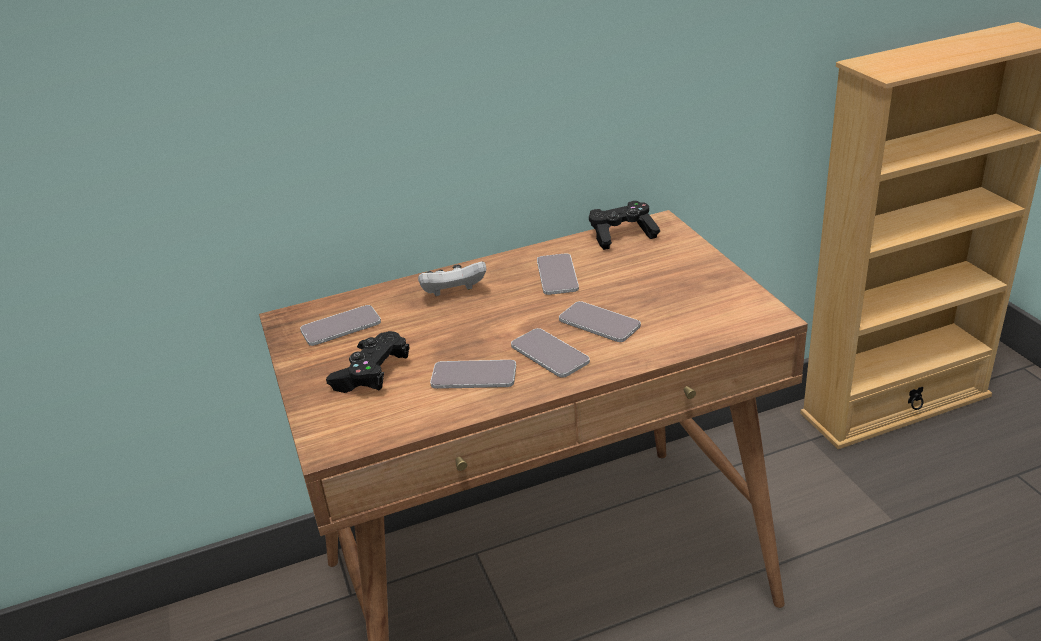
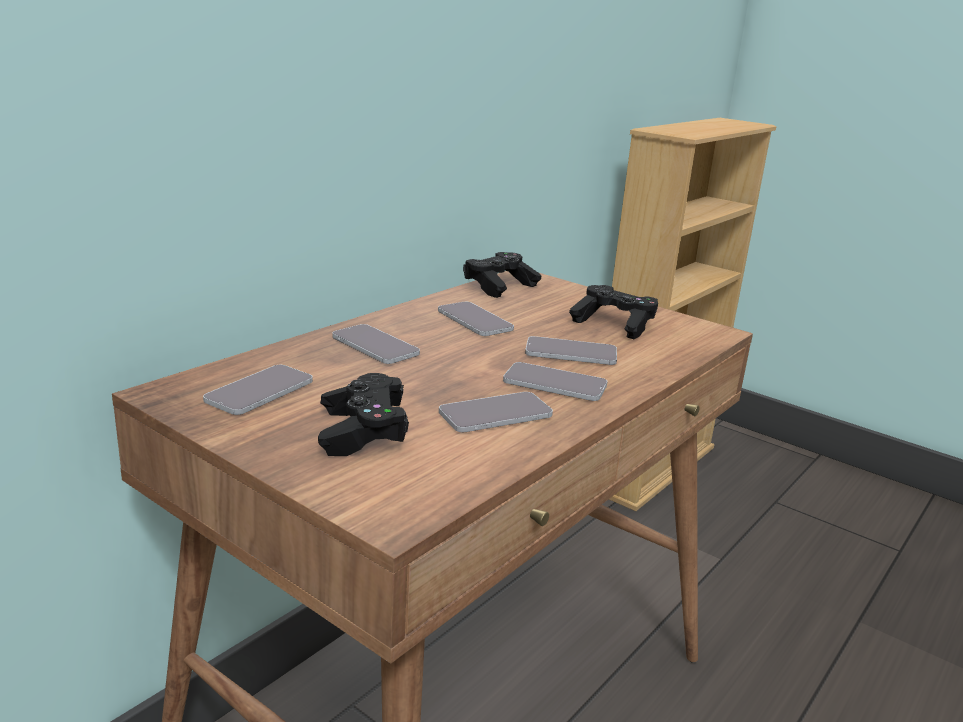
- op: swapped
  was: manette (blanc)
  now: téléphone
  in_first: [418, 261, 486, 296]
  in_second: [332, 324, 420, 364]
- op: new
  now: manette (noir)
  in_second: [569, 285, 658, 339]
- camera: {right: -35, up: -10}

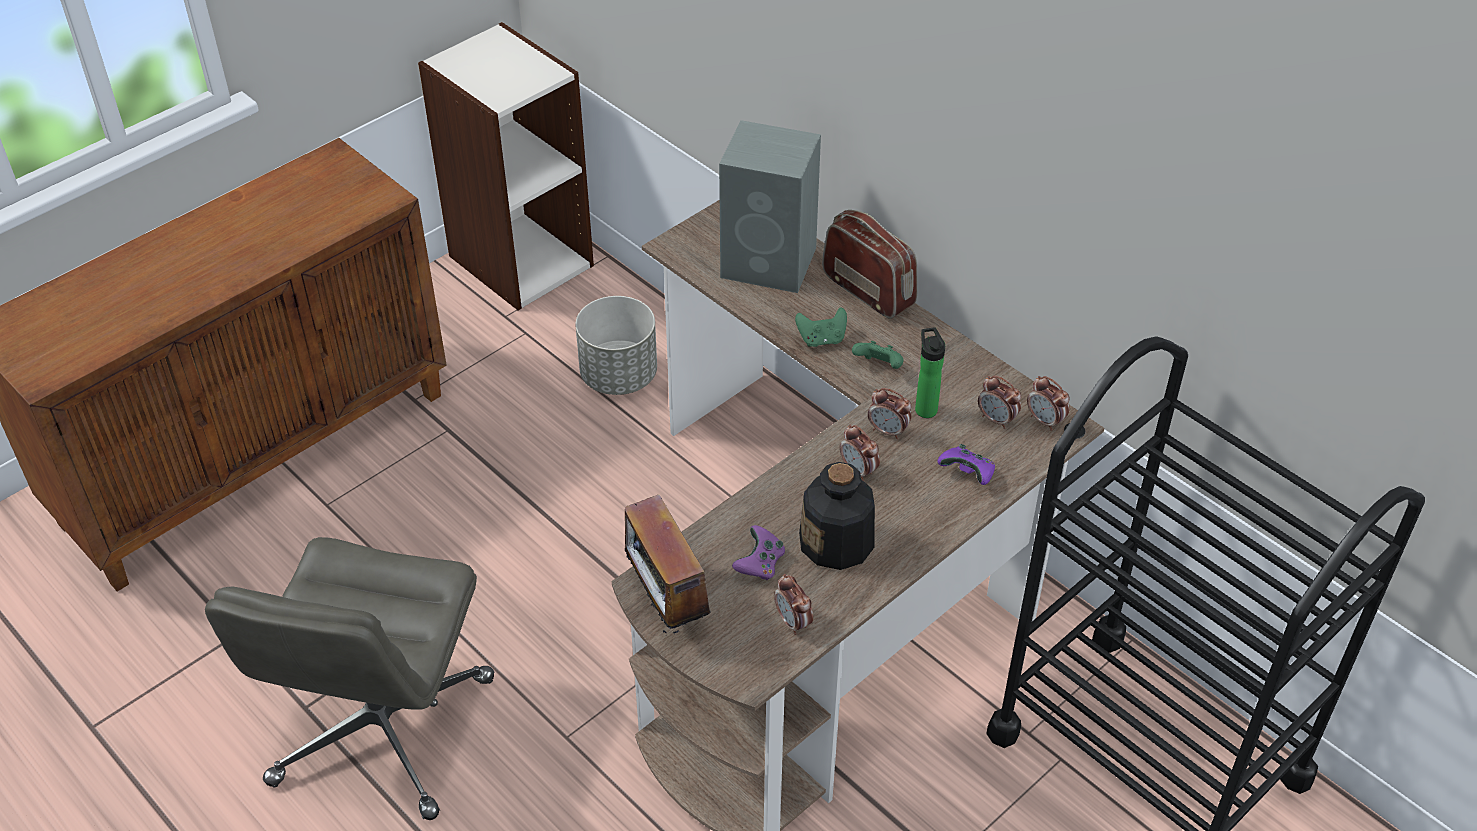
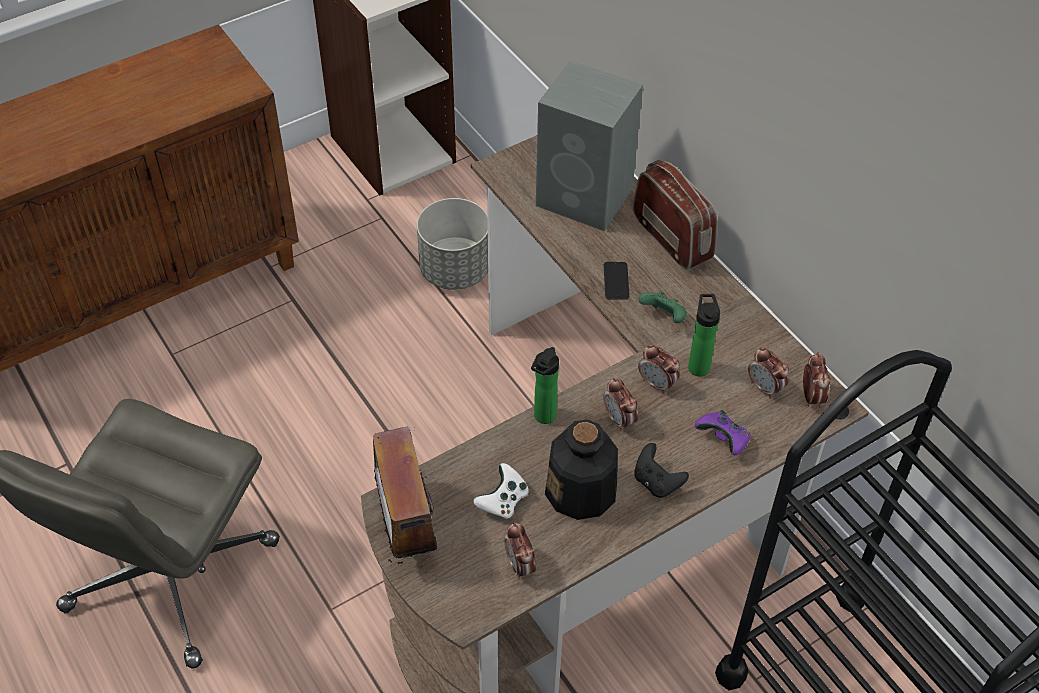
- op: repainted
  was: manette (violet)
  now: manette (blanc)
  in_first: [732, 525, 785, 580]
  in_second: [473, 463, 529, 519]
- op: new
  now: bouteille
  in_second: [531, 347, 559, 424]
- op: swapped
  was: manette (vert)
  now: téléphone
  in_first: [795, 307, 847, 347]
  in_second: [604, 262, 629, 300]
- op: new
  now: manette (noir)
  in_second: [634, 443, 689, 498]
- op: rotated
  was: réveil
  in_first: [1027, 376, 1070, 431]
  in_second: [803, 352, 830, 407]
  clockwise: -150
- camera: {right: 10, up: 5}

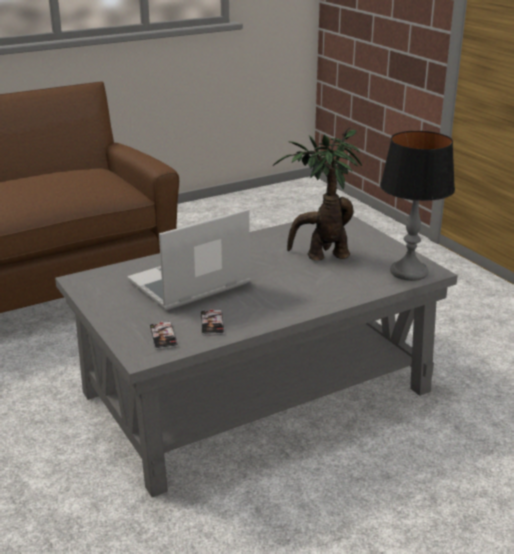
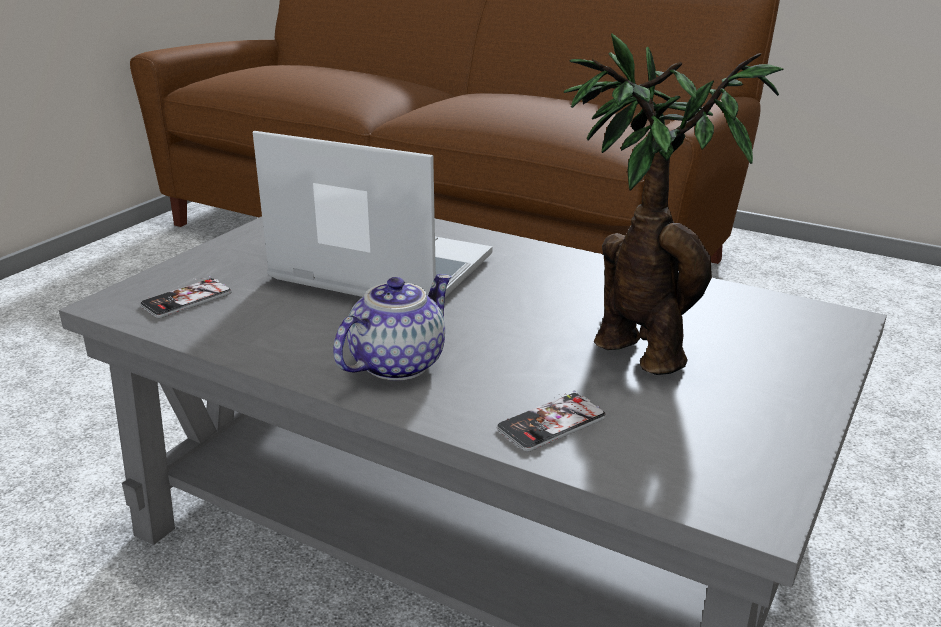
- op: new
  now: théière
  in_second: [333, 274, 452, 380]
- op: shifted
  was: téléphone
  in_first: [200, 309, 225, 336]
  in_second: [497, 390, 606, 452]
- op: gone
  was: lampe de table
  in_first: [380, 131, 455, 281]
- camera: {right: 60, up: 0}

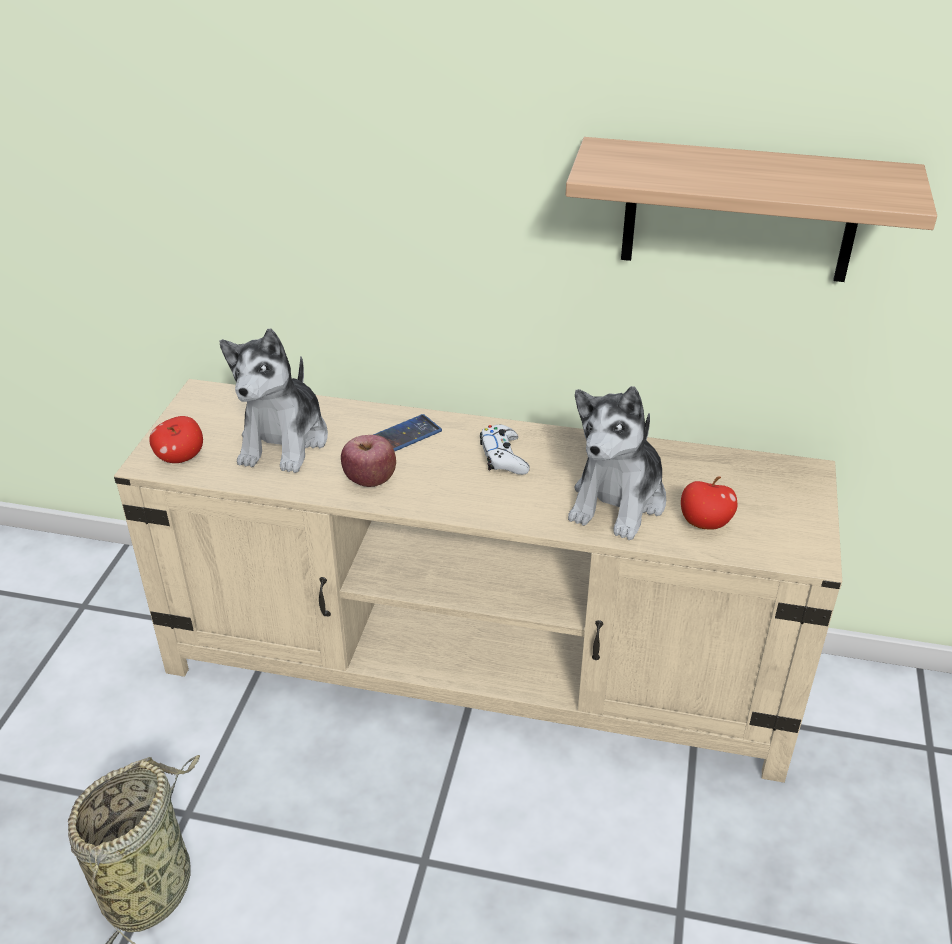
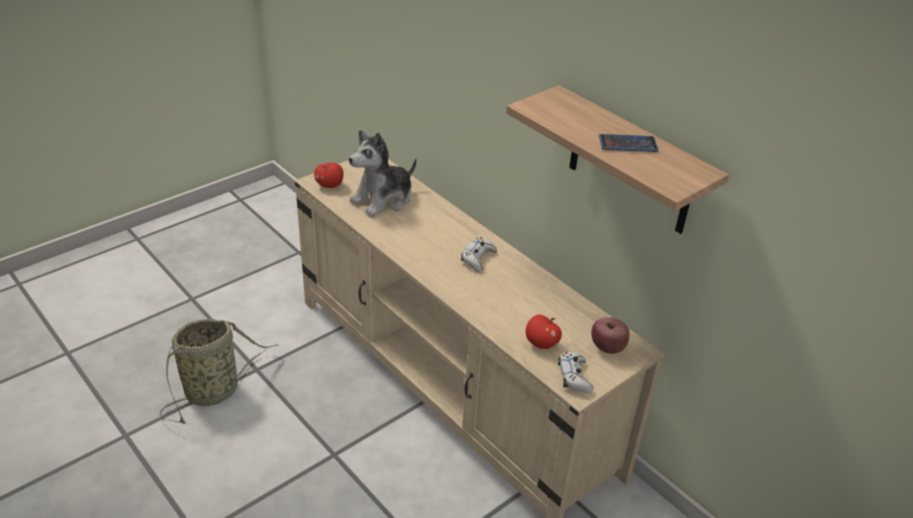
- op: new
  now: manette (blanc)
  in_second: [558, 351, 594, 393]
- op: shifted
  was: pomme
  in_first: [341, 435, 396, 487]
  in_second: [591, 317, 629, 354]
- op: shifted
  was: téléphone
  in_first: [373, 414, 442, 452]
  in_second: [599, 134, 659, 152]
- op: gone
  was: peluche
  in_first: [568, 386, 666, 540]
- camera: {right: 35, up: 0}

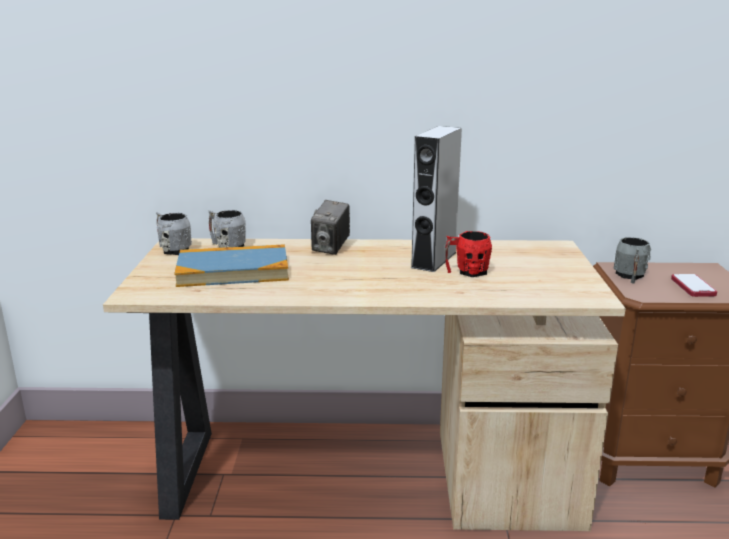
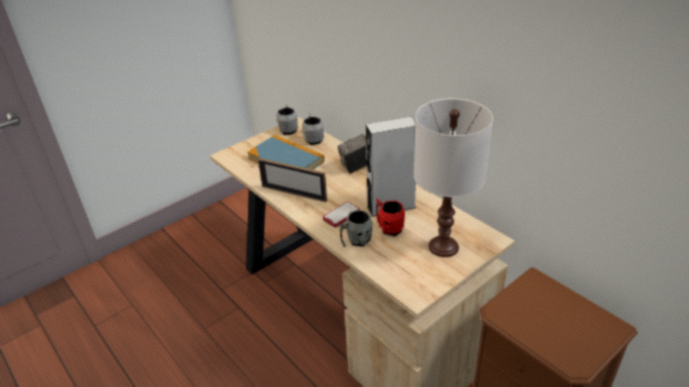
- op: new
  now: cadre photo
  in_second: [258, 158, 327, 202]
- op: shifted
  was: téléphone
  in_first: [671, 274, 717, 297]
  in_second: [323, 202, 360, 227]
- op: shifted
  was: mug (gris)
  in_first: [614, 237, 651, 283]
  in_second: [340, 210, 373, 247]
- op: new
  now: lampe de table (blanc)
  in_second: [414, 98, 493, 257]
- camera: {right: 50, up: 15}

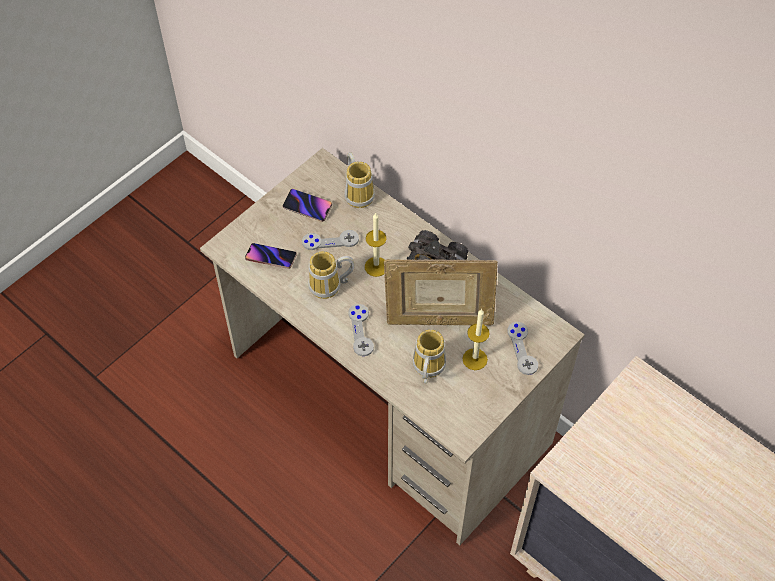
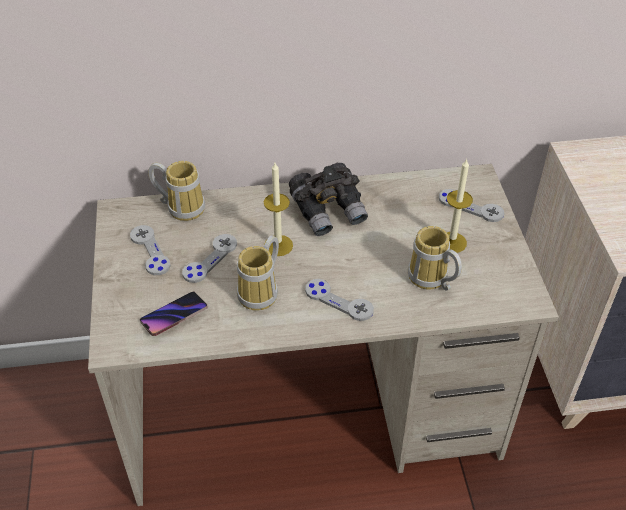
- op: swapped
  was: téléphone
  now: manette (gris)
  in_first: [283, 189, 332, 222]
  in_second: [130, 225, 171, 275]
- op: gone
  was: cadre photo
  in_first: [384, 259, 498, 326]
- camera: {right: -50, up: -10}

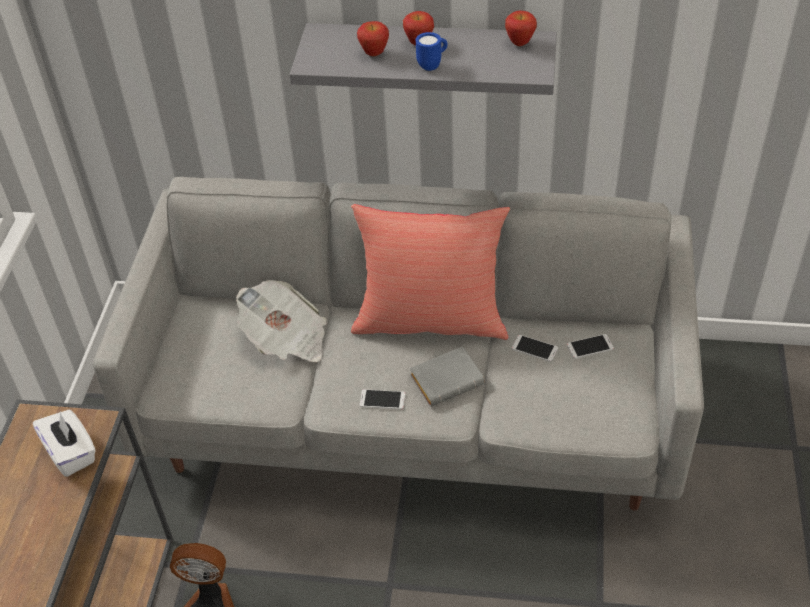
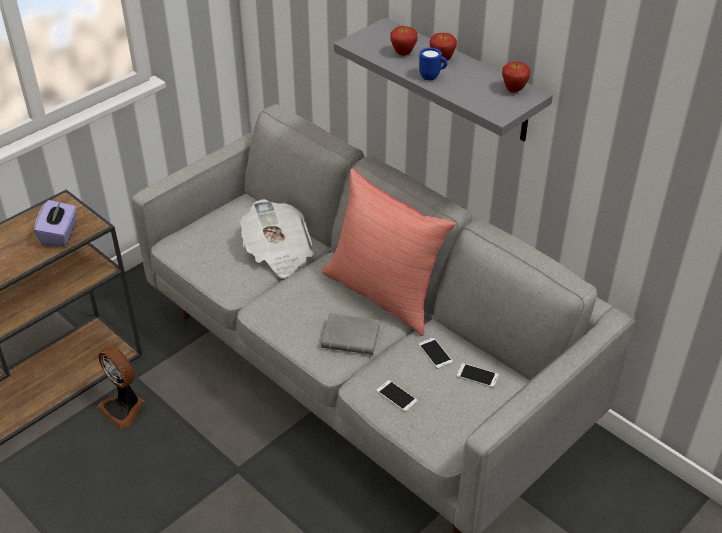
- op: repainted
  was: boîte à mouchoirs (blanc)
  now: boîte à mouchoirs (violet)
  in_first: [33, 410, 96, 477]
  in_second: [34, 200, 77, 246]
- op: shifted
  was: téléphone
  in_first: [360, 389, 406, 410]
  in_second: [376, 380, 418, 412]
- camera: {right: 35, up: -5}

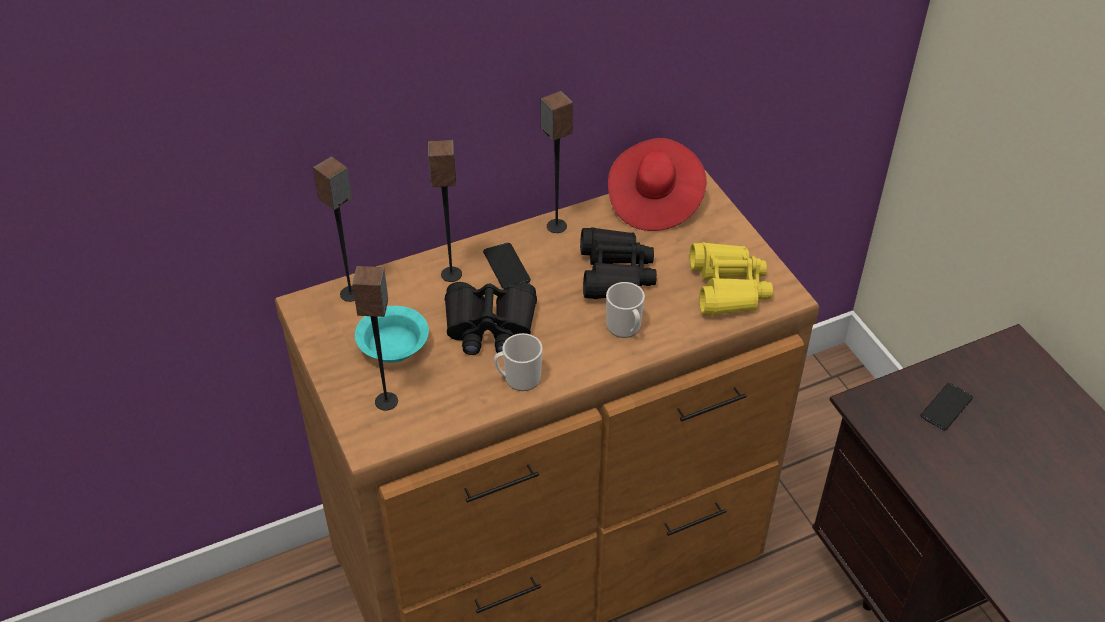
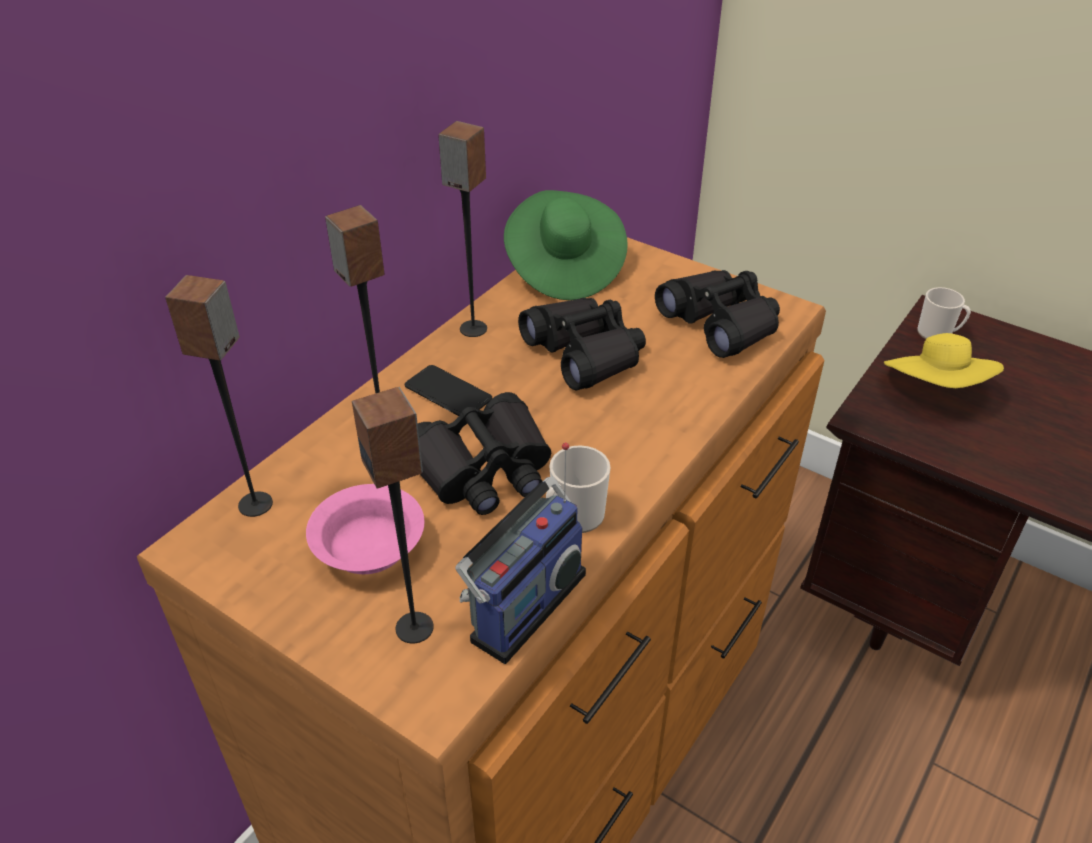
- op: repainted
  was: bol (turquoise)
  now: bol (rose)
  in_first: [355, 306, 429, 363]
  in_second: [306, 484, 424, 574]
- op: new
  now: radio
  in_second: [455, 442, 586, 664]
- op: repainted
  was: chapeau (rouge)
  now: chapeau (vert)
  in_first: [608, 138, 707, 231]
  in_second: [504, 190, 628, 300]
- op: repainted
  was: jumelles (jaune)
  now: jumelles (noir)
  in_first: [690, 242, 773, 315]
  in_second: [655, 270, 780, 358]
- op: swapped
  was: téléphone
  now: chapeau (jaune)
  in_first: [921, 383, 973, 430]
  in_second: [884, 333, 1004, 388]
- op: shifted
  was: mug
  in_first: [606, 282, 645, 338]
  in_second: [917, 287, 971, 339]
- camera: {right: -30, up: -5}

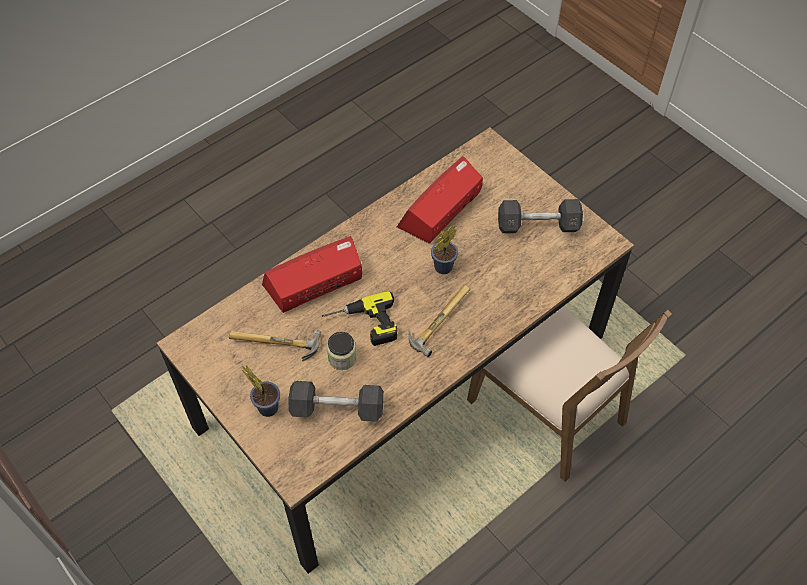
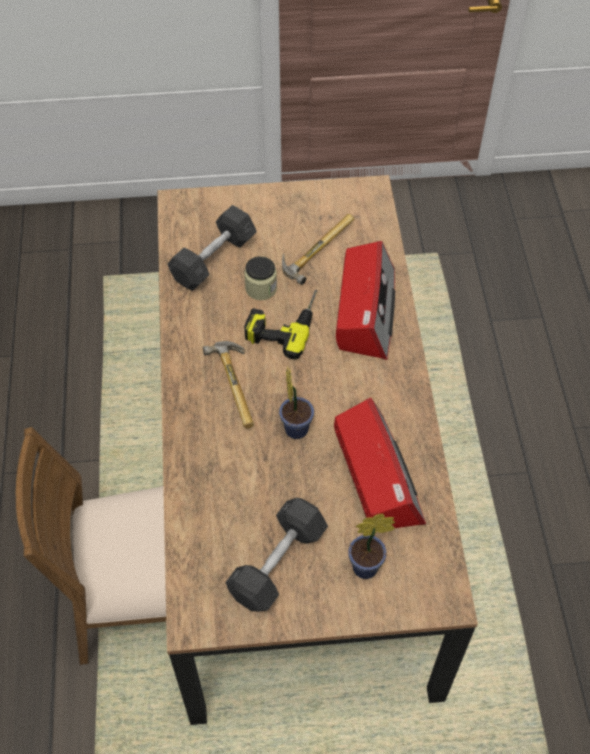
- op: shifted
  was: plante en pot
  in_first: [242, 365, 280, 417]
  in_second: [348, 513, 395, 579]
- camera: {right: 125, up: 0}

